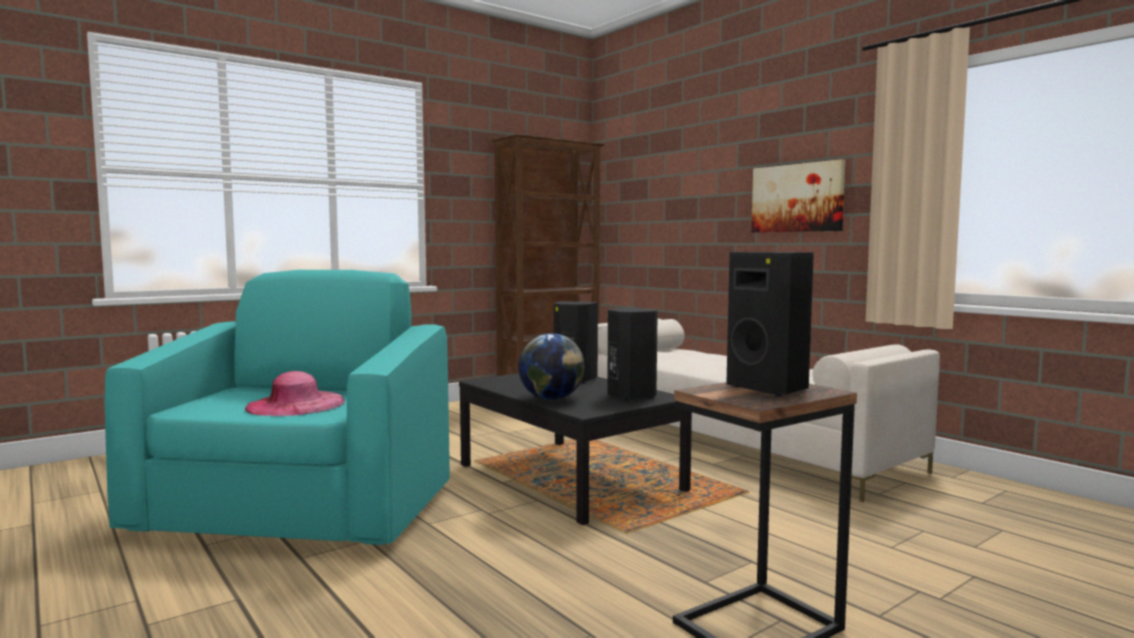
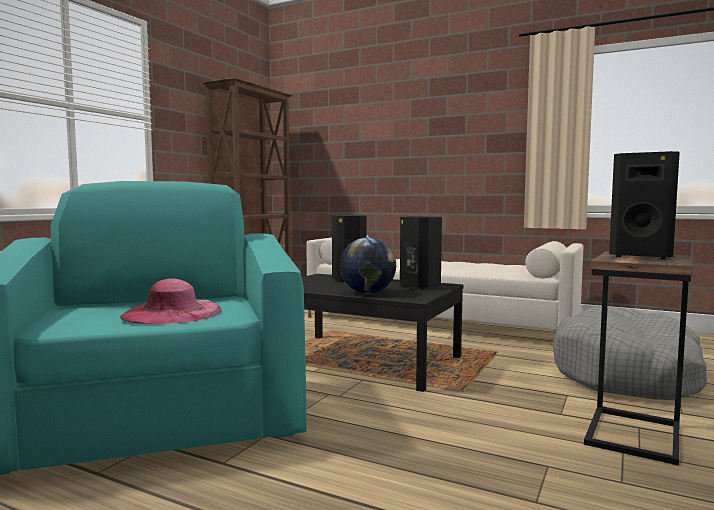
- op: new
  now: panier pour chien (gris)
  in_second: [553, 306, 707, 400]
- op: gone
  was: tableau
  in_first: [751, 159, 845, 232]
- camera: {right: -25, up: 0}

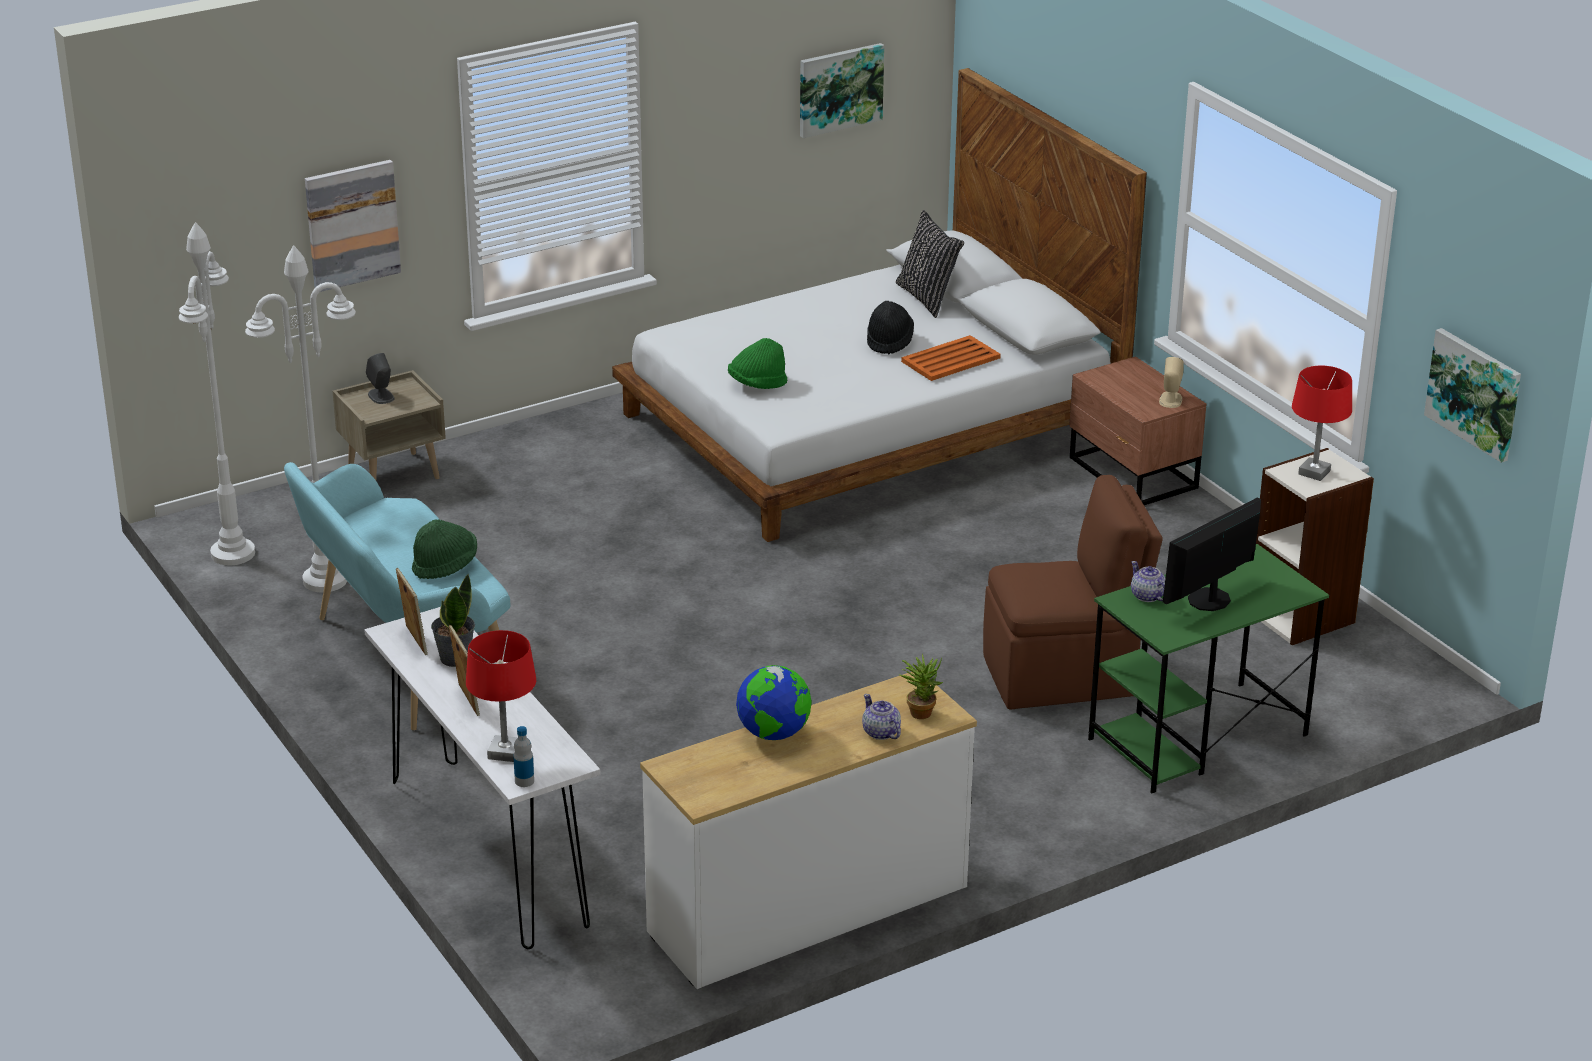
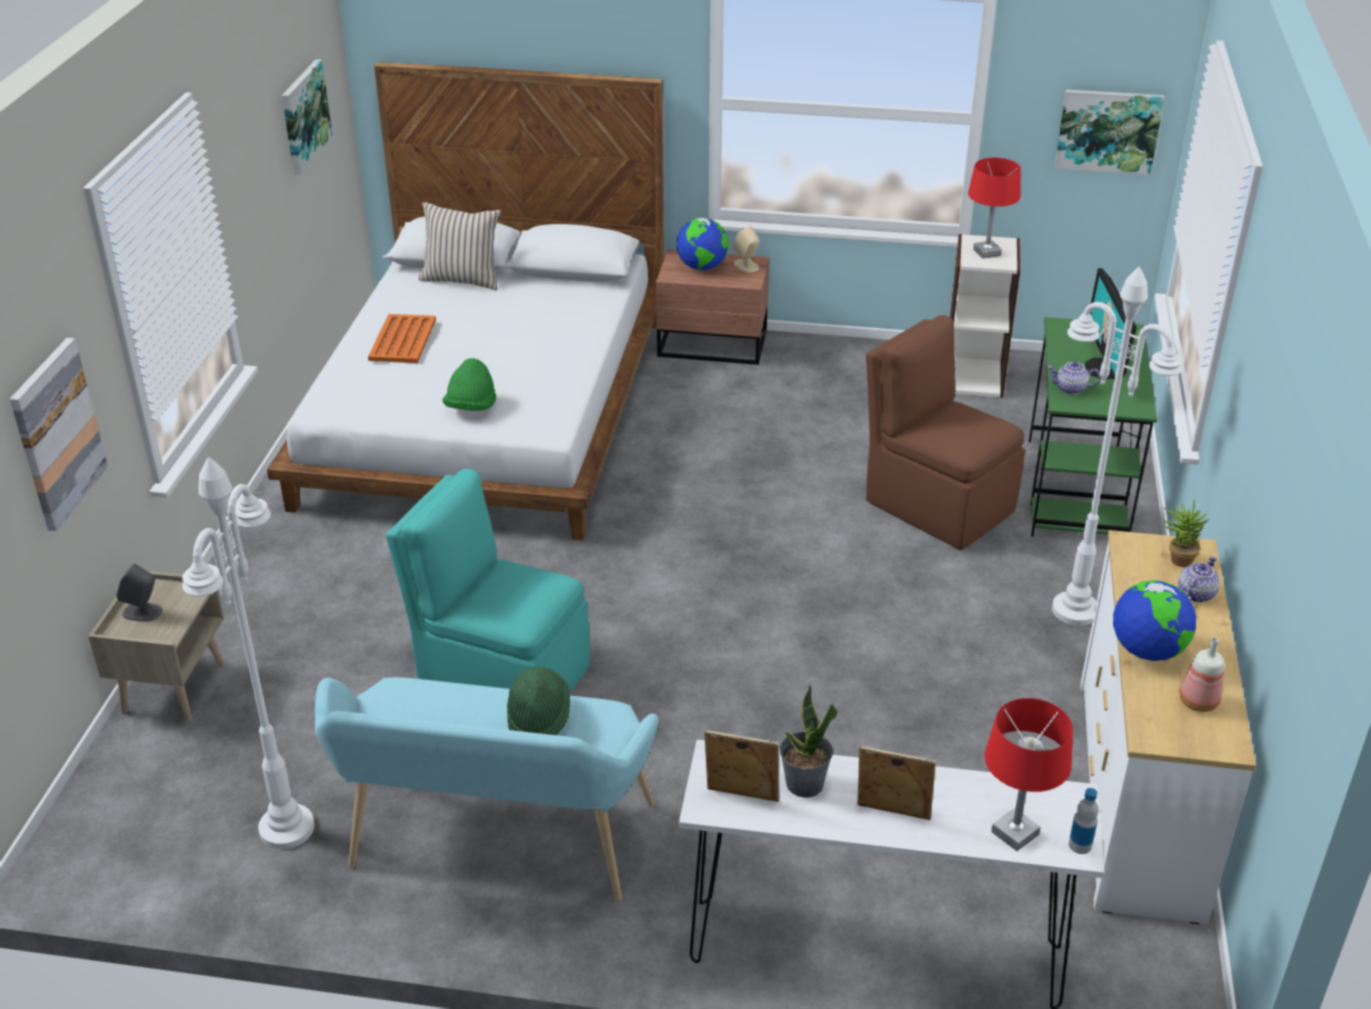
- op: shifted
  was: plateau (orange)
  in_first: [901, 335, 1001, 381]
  in_second: [368, 314, 436, 363]
- op: new
  now: chaise (turquoise)
  in_second: [386, 469, 590, 692]
- op: repainted
  was: coussin (noir)
  now: coussin (beige)
  in_first: [896, 210, 964, 318]
  in_second: [419, 202, 501, 290]
- op: new
  now: globe
  in_second: [676, 218, 729, 271]
- op: rotated
  was: chaise (marron)
  in_first: [983, 475, 1163, 709]
  in_second: [866, 315, 1025, 550]
  clockwise: -75
- op: shifted
  was: lampadaire (blanc)
  in_first: [179, 222, 255, 565]
  in_second: [1052, 267, 1183, 626]
- op: rotated
  was: théière
  in_first: [862, 694, 901, 740]
  in_second: [1178, 556, 1220, 602]
  clockwise: 120
- op: new
  now: bouteille
  in_second: [1179, 637, 1224, 712]
- op: gone
  was: chapeau (noir)
  in_first: [867, 301, 914, 354]
- camera: {right: -50, up: 5}

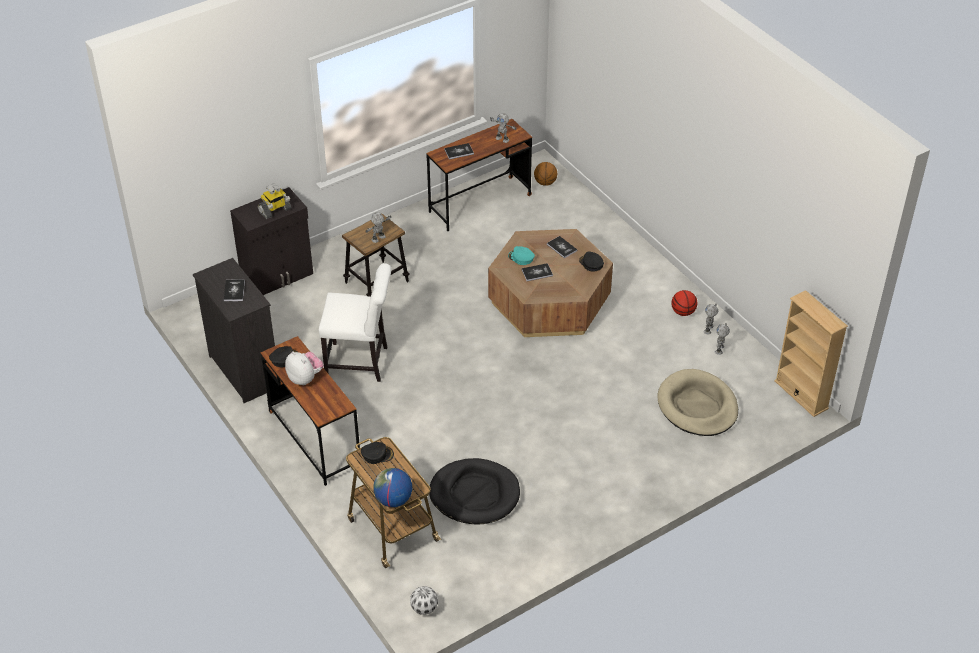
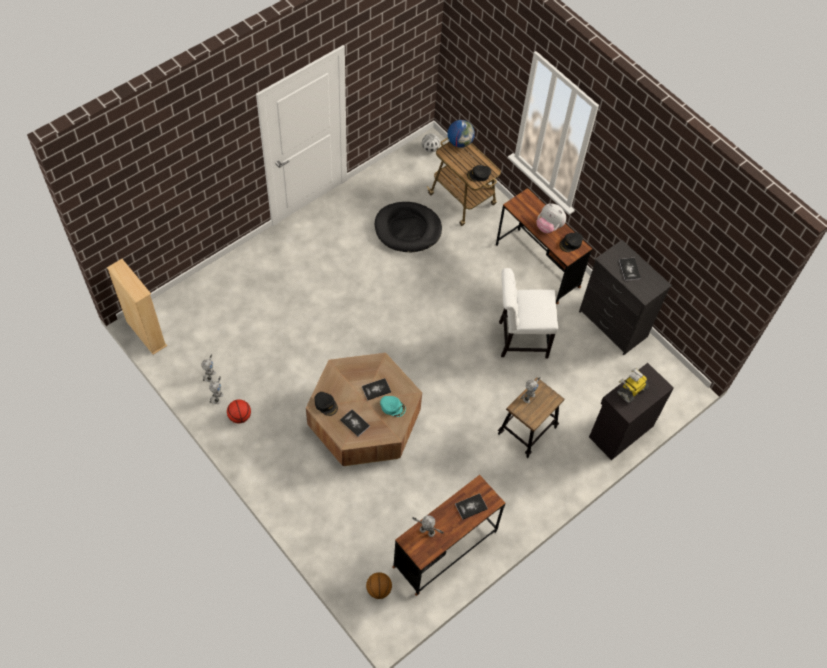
- op: gone
  was: panier pour chien (beige)
  in_first: [657, 369, 738, 436]
- camera: {right: 170, up: 15}

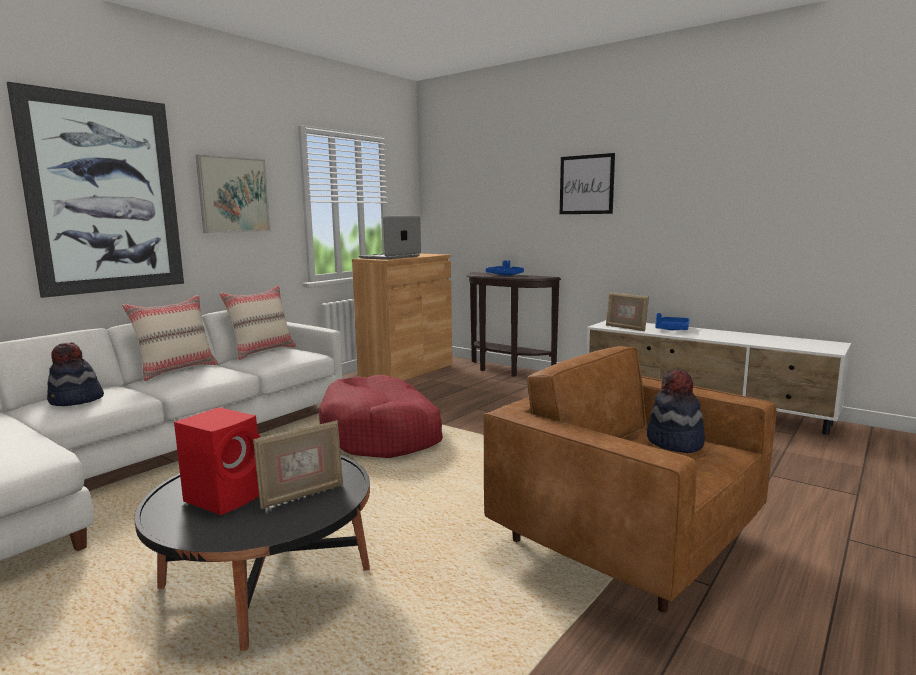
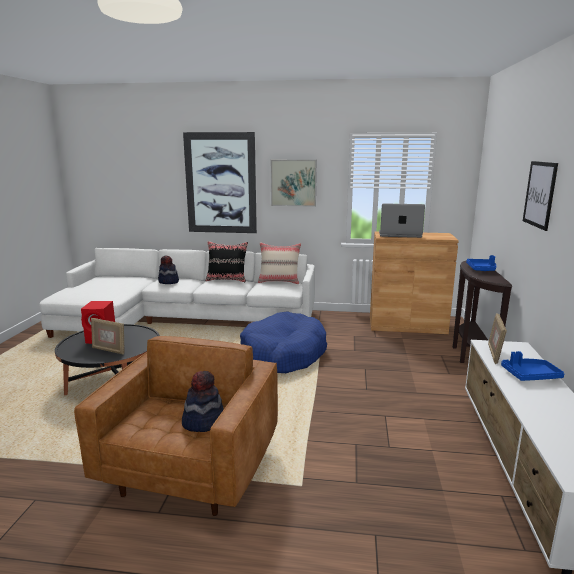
- op: repainted
  was: coussin (beige)
  now: coussin (noir)
  in_first: [122, 295, 219, 381]
  in_second: [206, 241, 248, 282]
- op: repainted
  was: panier pour chien (rouge)
  now: panier pour chien (bleu)
  in_first: [319, 375, 443, 458]
  in_second: [240, 311, 327, 373]
- camera: {right: 60, up: 5}

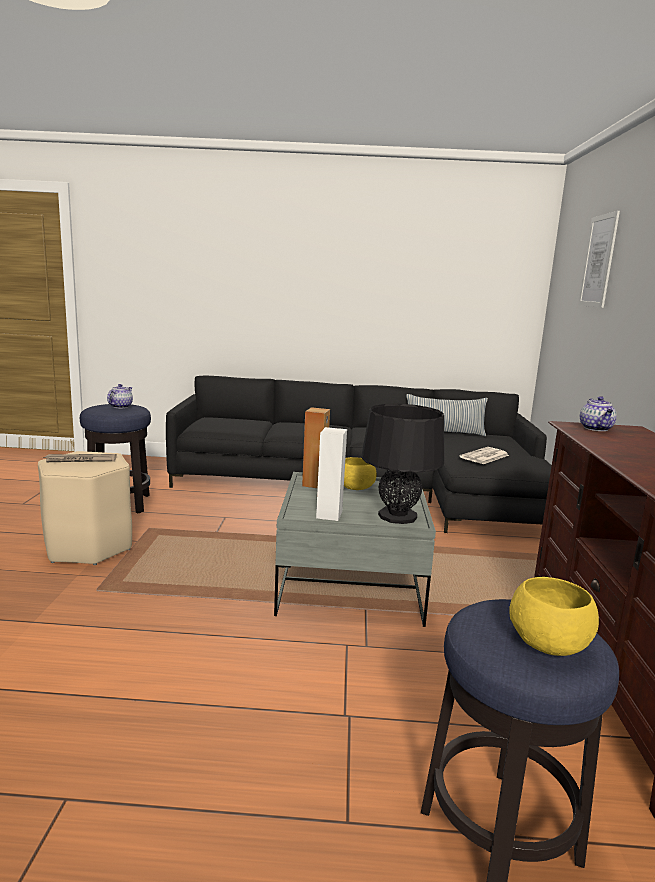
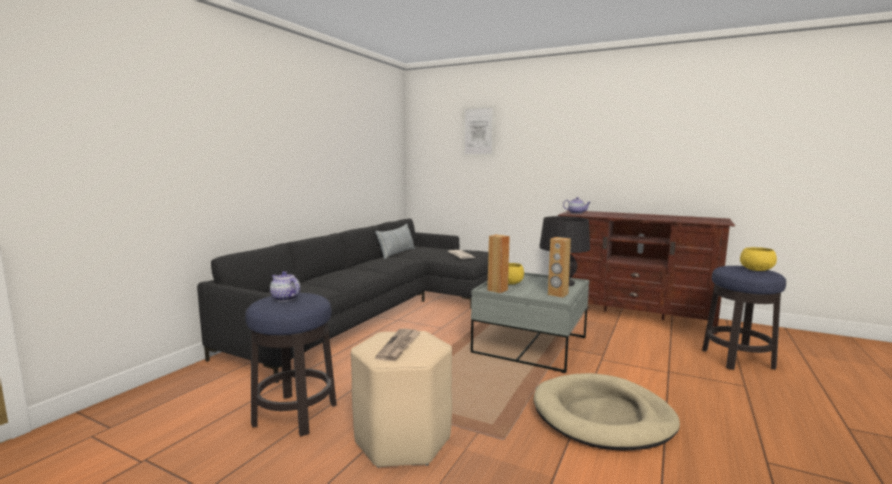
- op: new
  now: panier pour chien (beige)
  in_second: [533, 373, 680, 451]
- op: repainted
  was: enceinte (blanc)
  now: enceinte (marron)
  in_first: [316, 427, 347, 521]
  in_second: [548, 237, 571, 298]
- camera: {right: -65, up: -5}

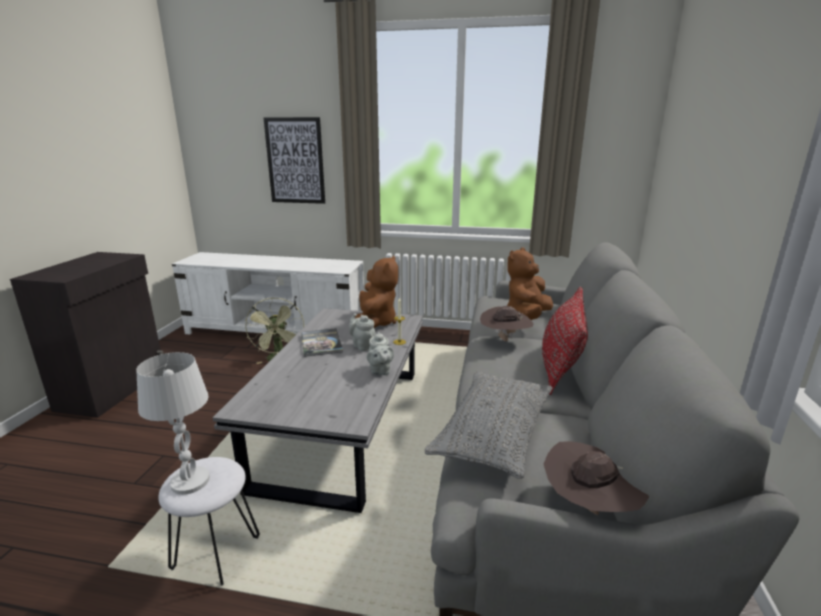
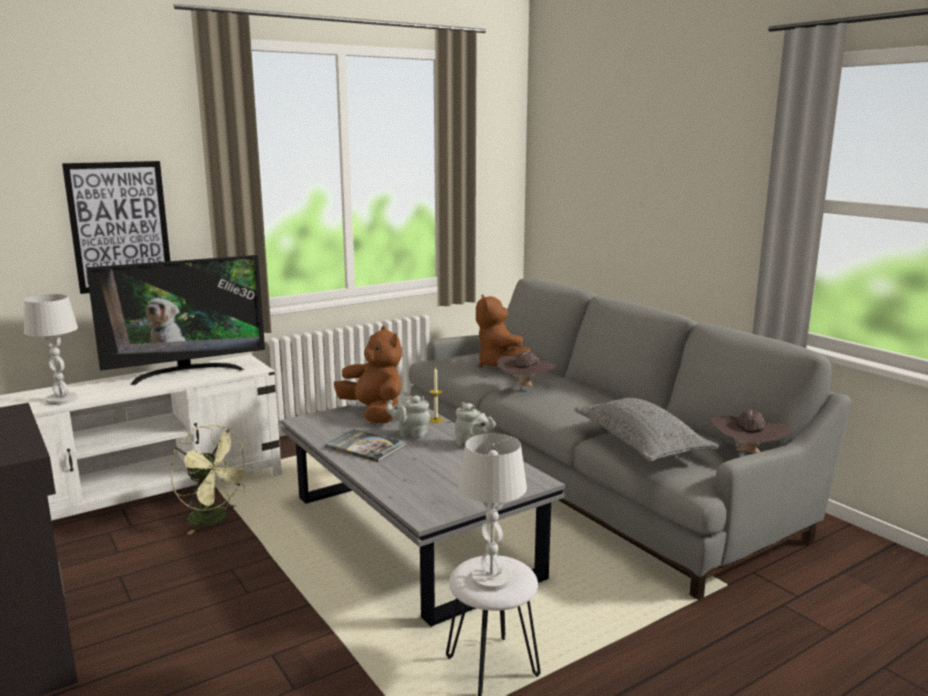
- op: new
  now: lampe de table (blanc)
  in_second: [24, 294, 78, 405]
- op: new
  now: téléviseur
  in_second: [86, 255, 265, 385]
- op: gone
  was: coussin (rouge)
  in_first: [542, 287, 588, 395]
- camera: {right: -45, up: -5}

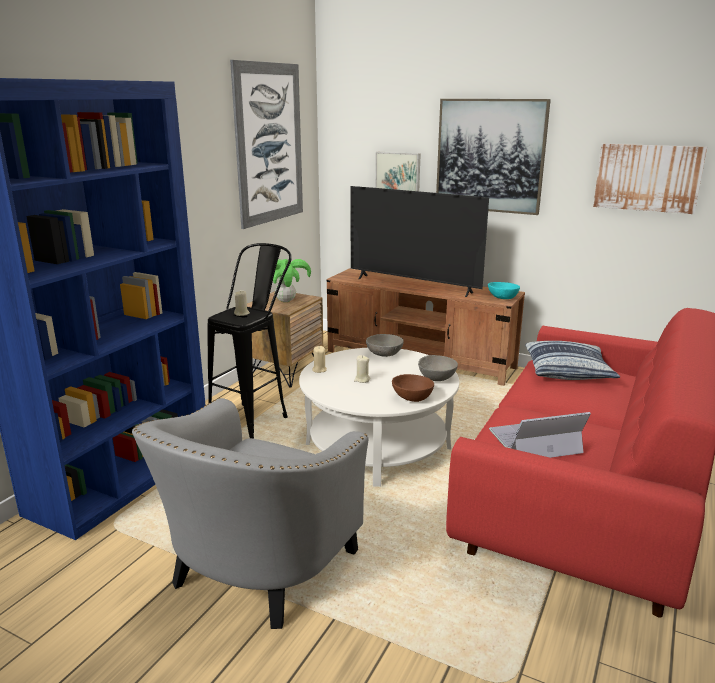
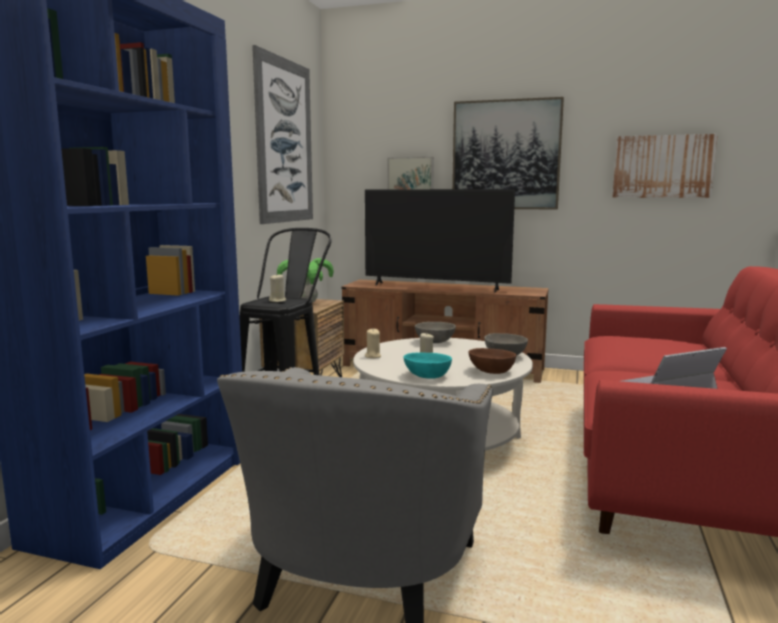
- op: shifted
  was: bol (turquoise)
  in_first: [488, 282, 520, 299]
  in_second: [403, 353, 452, 379]
- op: gone
  was: coussin
  in_first: [525, 341, 620, 380]
- camera: {right: -10, up: -10}

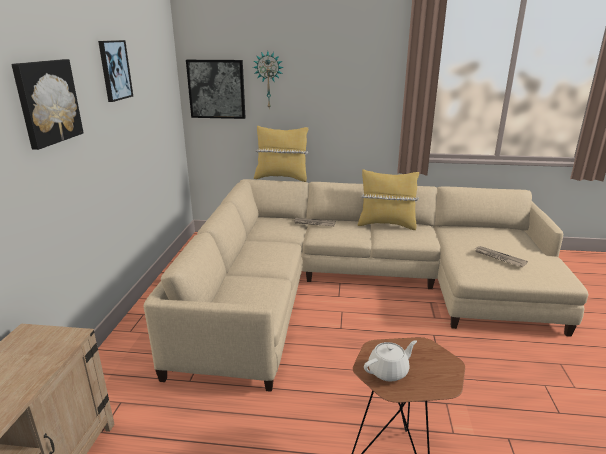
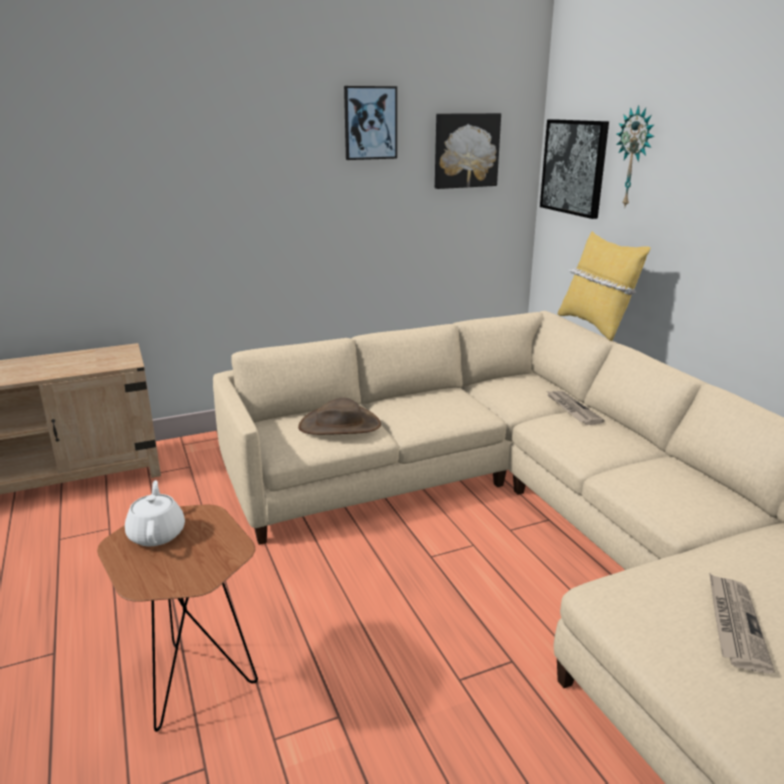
- op: rotated
  was: théière (blanc)
  in_first: [364, 340, 417, 382]
  in_second: [125, 480, 185, 547]
  clockwise: -135
- op: new
  now: chapeau (marron)
  in_second: [298, 398, 381, 435]
- op: shifted
  was: tableau
  in_first: [11, 59, 83, 150]
  in_second: [435, 113, 501, 189]
- op: gone
  was: coussin (jaune)
  in_first: [358, 169, 419, 230]
- camera: {right: 60, up: 0}

